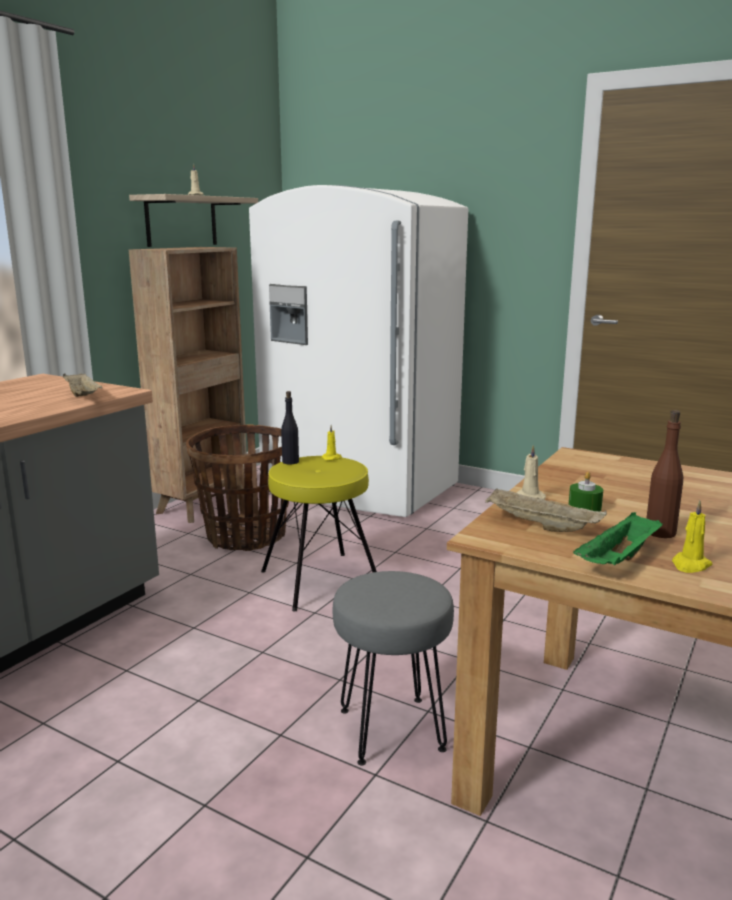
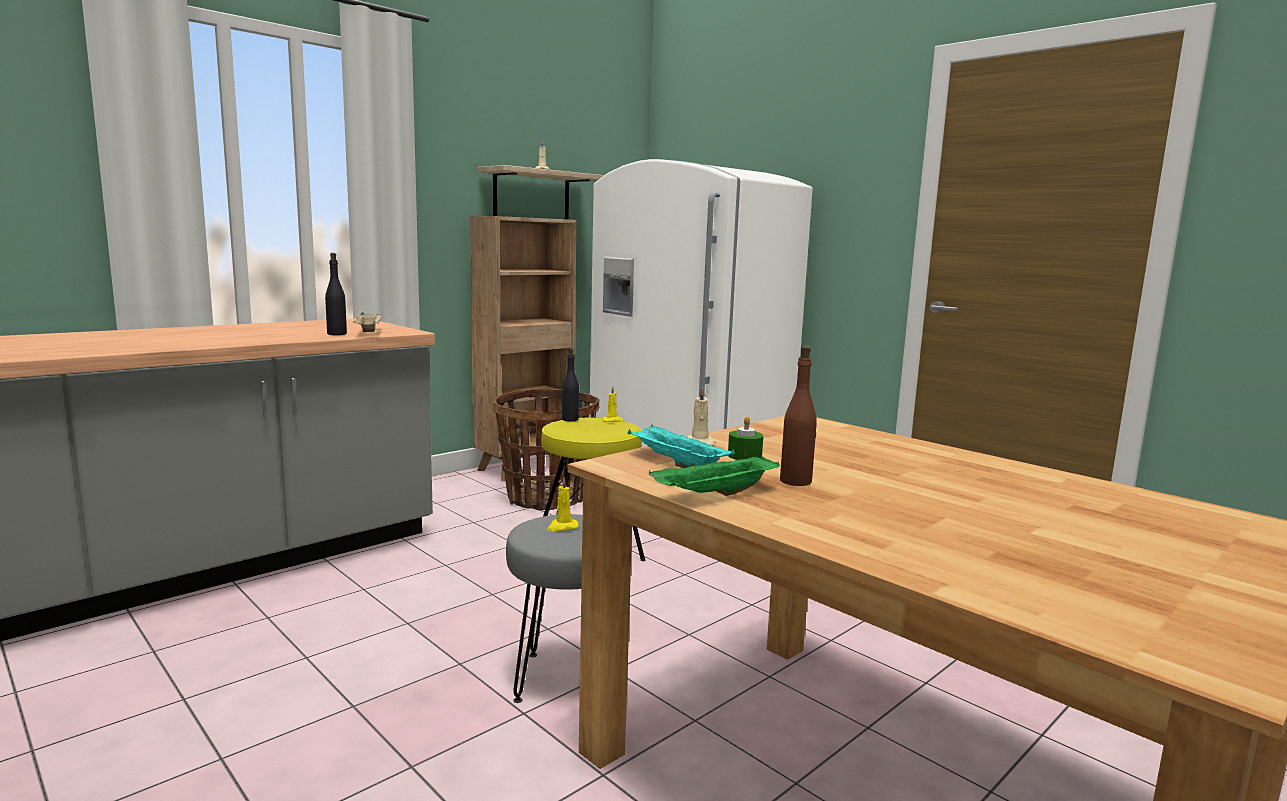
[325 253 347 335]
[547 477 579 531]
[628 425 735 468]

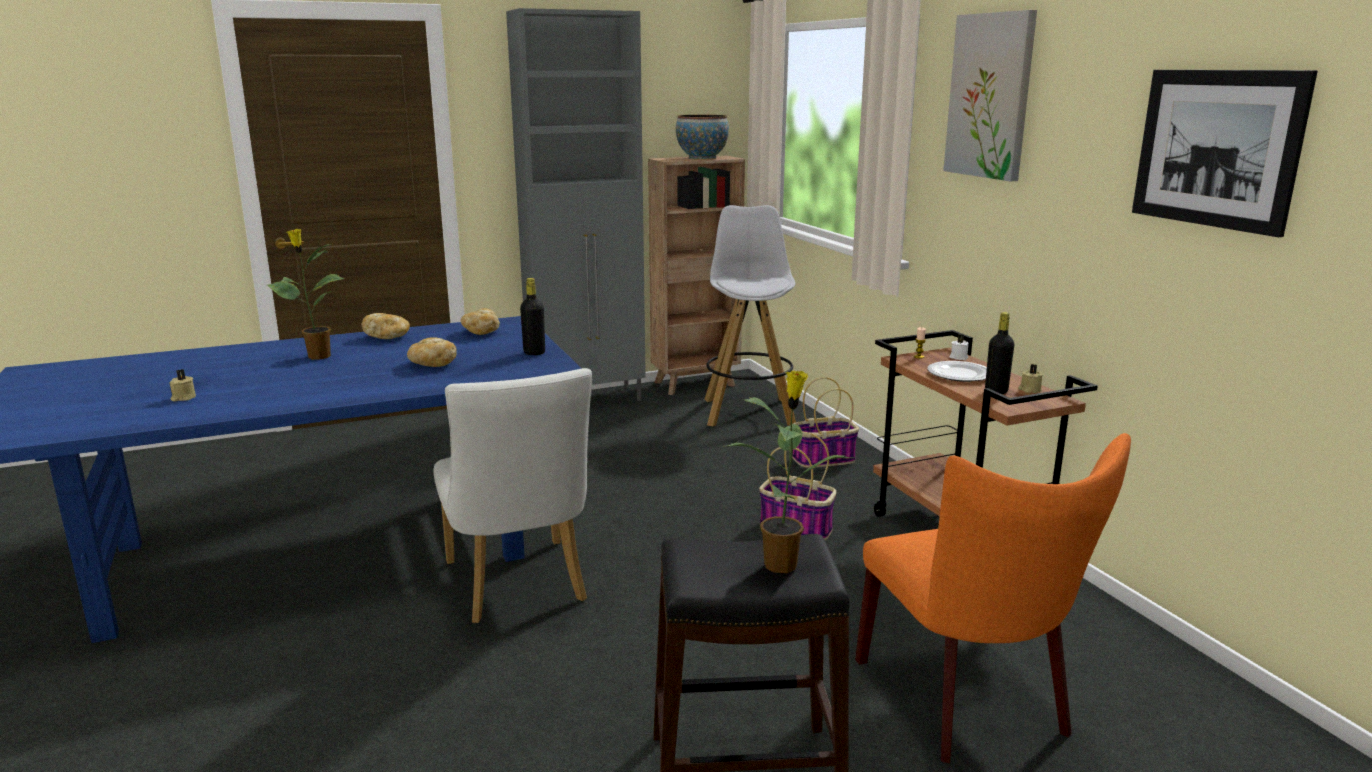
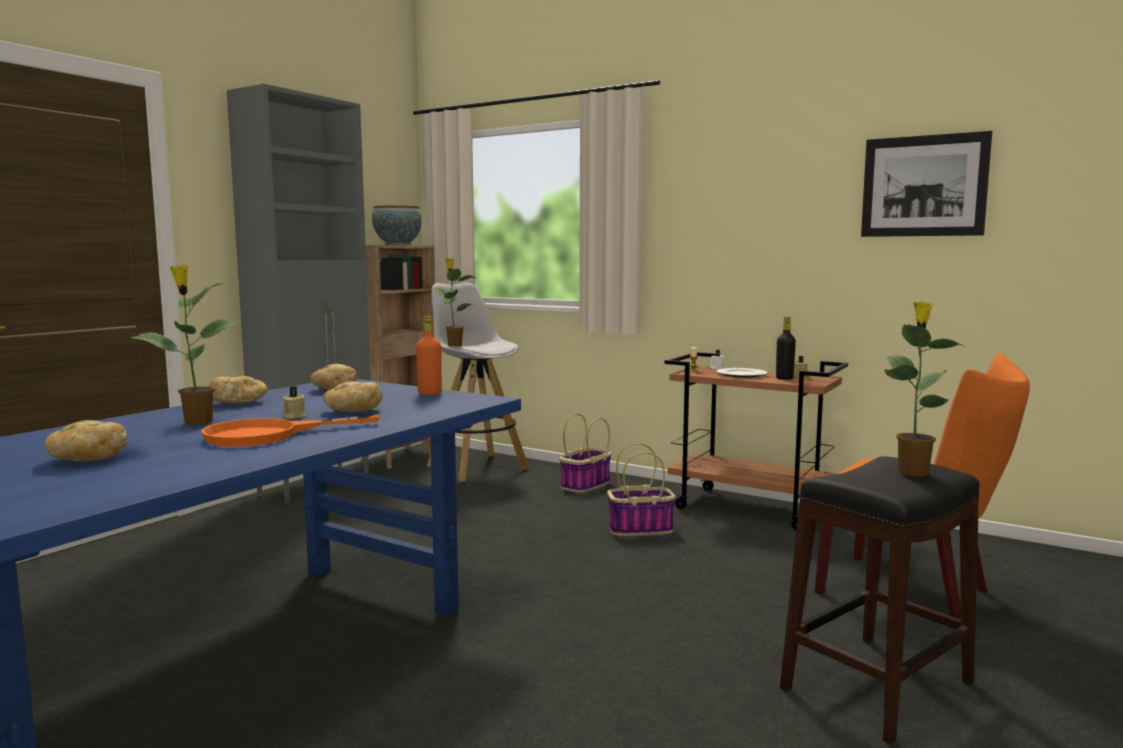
[45 420 127 462]
[201 414 379 447]
[283 386 306 419]
[416 316 442 395]
[431 258 476 347]
[433 368 592 623] (first image)
[943 10 1037 181] (first image)

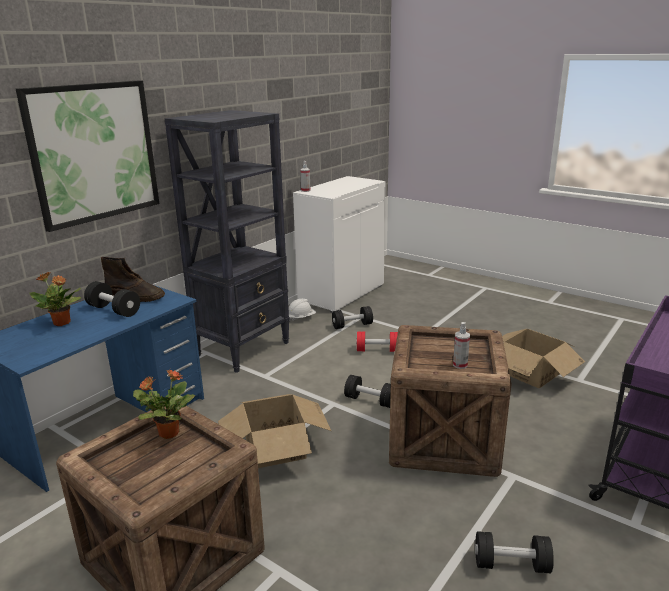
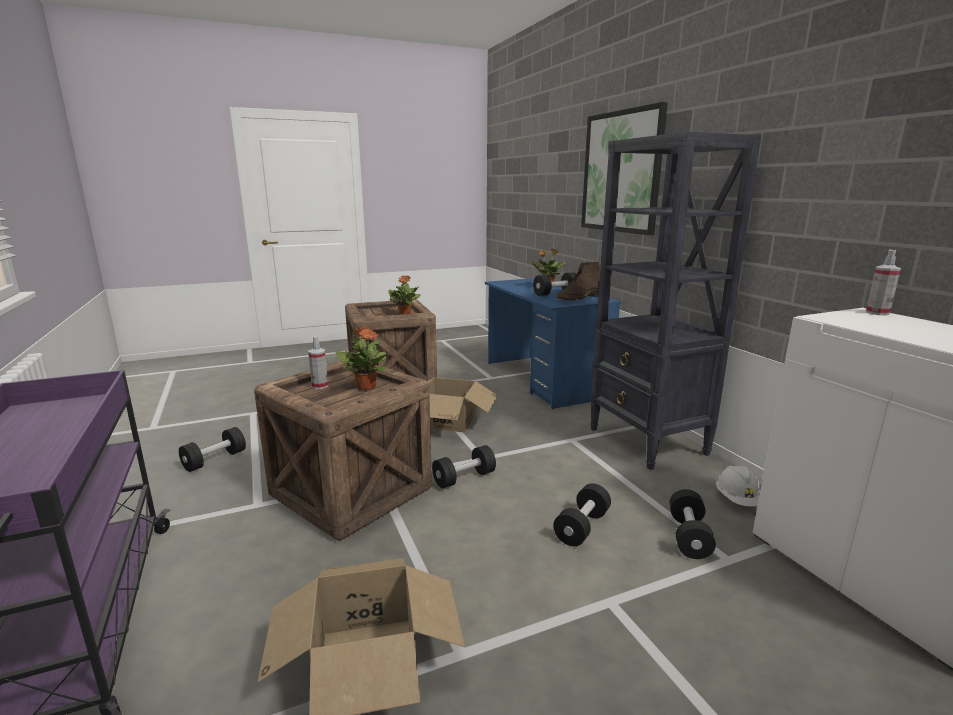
[335 326 387 390]
[553 483 611 546]

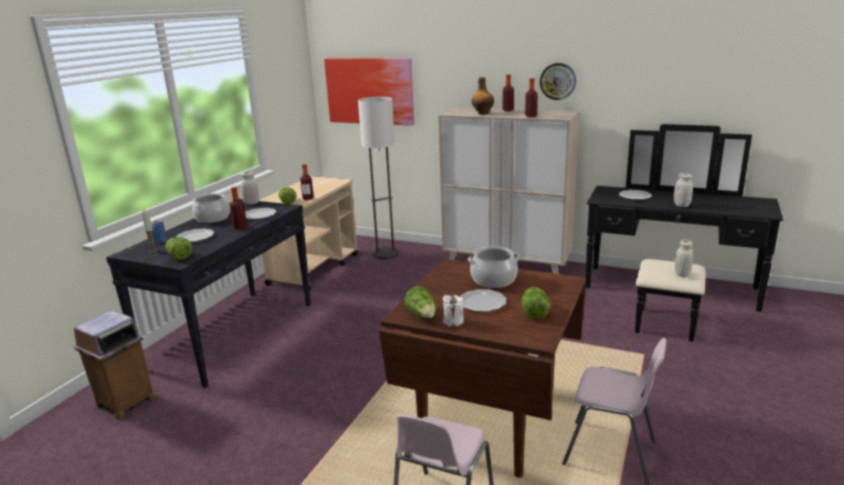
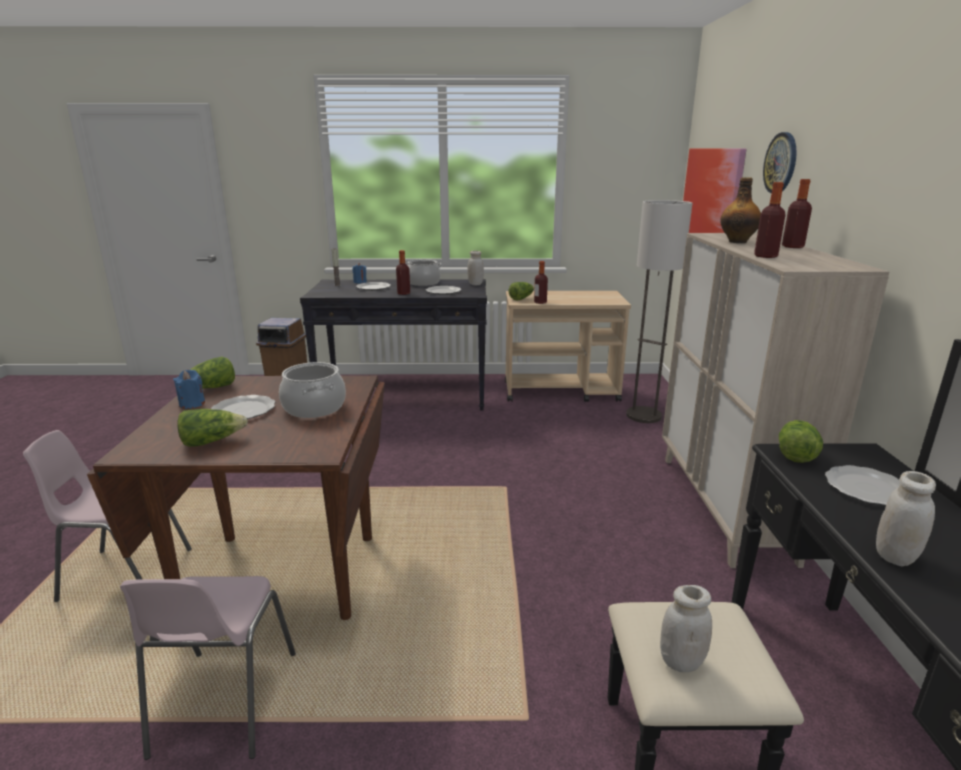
[173 370 205 409]
[763 132 796 193]
[779 420 823 463]

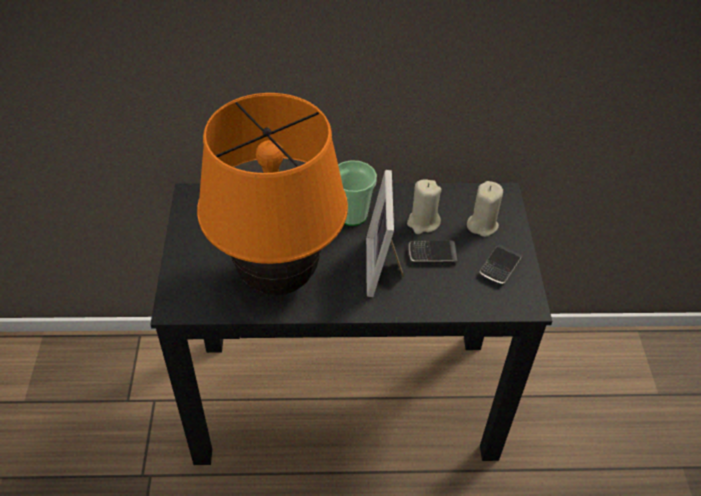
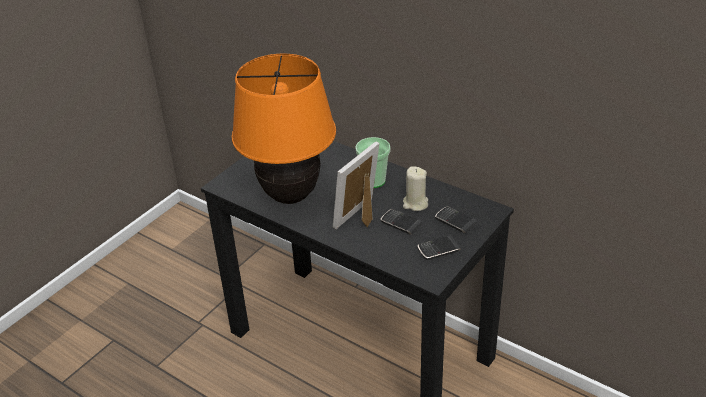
[435 207 477 233]

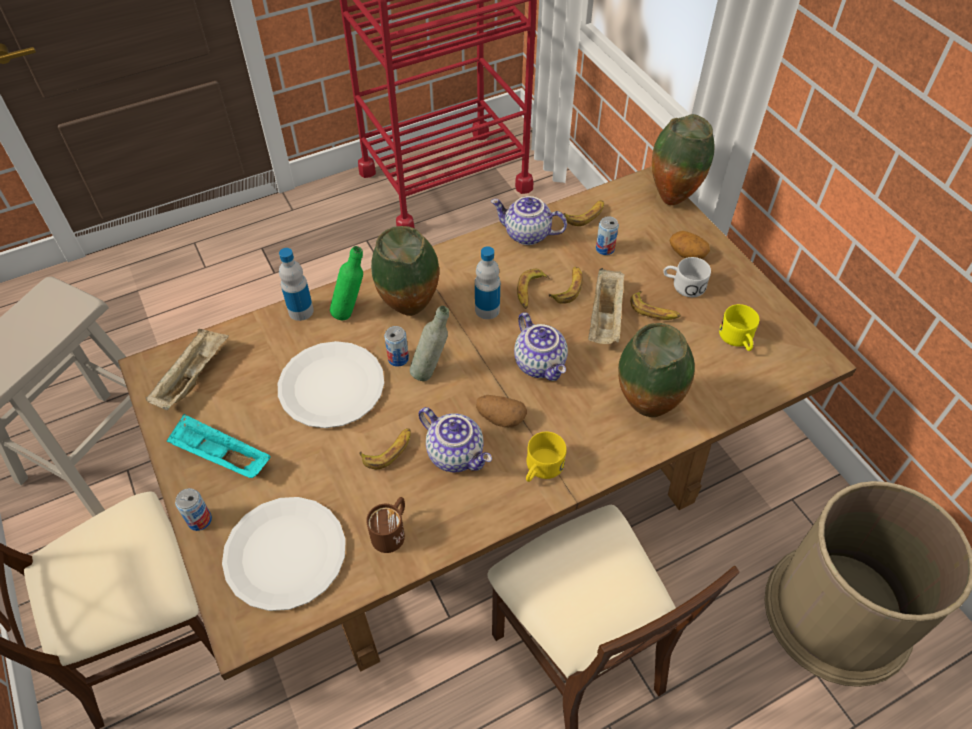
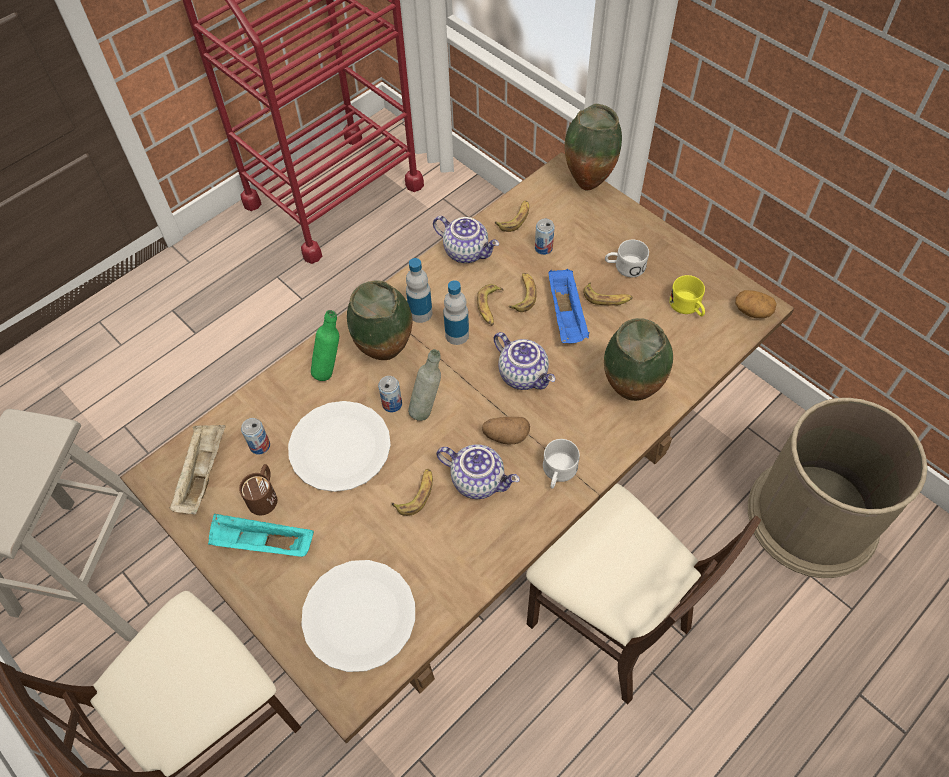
[239 464 277 515]
[241 418 270 455]
[406 258 432 323]
[433 216 499 263]
[543 439 580 489]
[548 269 589 343]
[735 290 777 318]

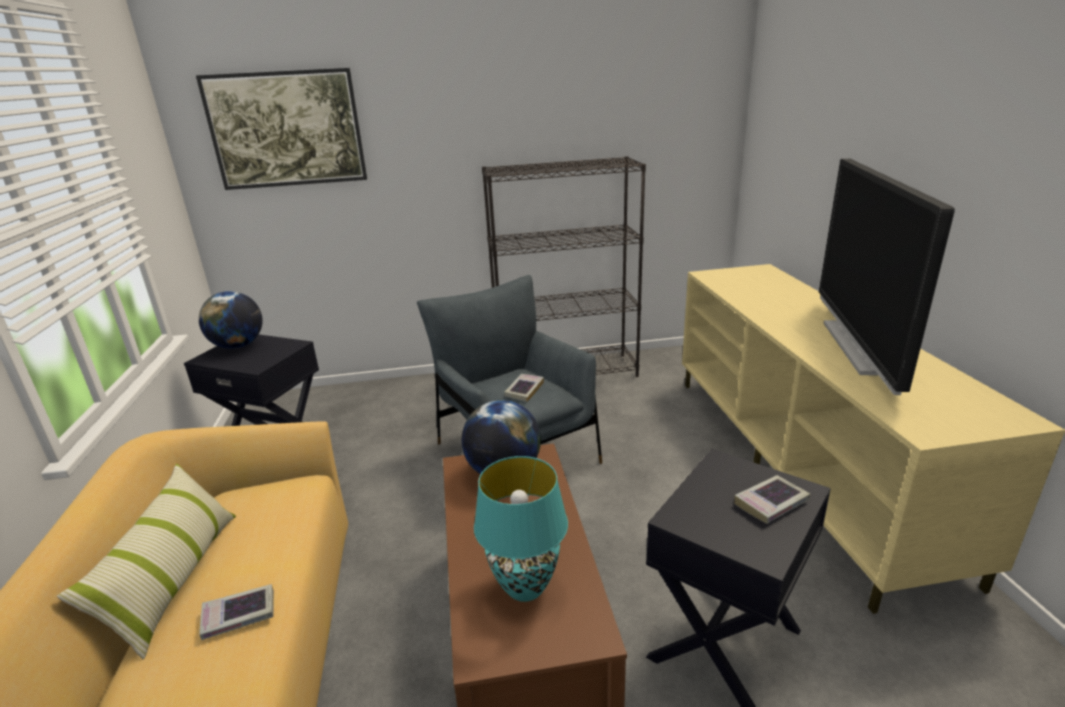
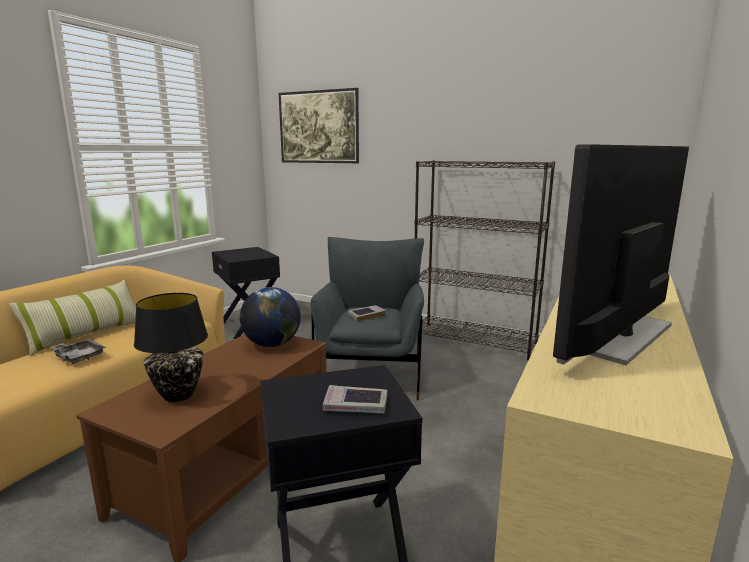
[52 339 107 364]
[134 293 208 402]
[199 291 263 349] (first image)

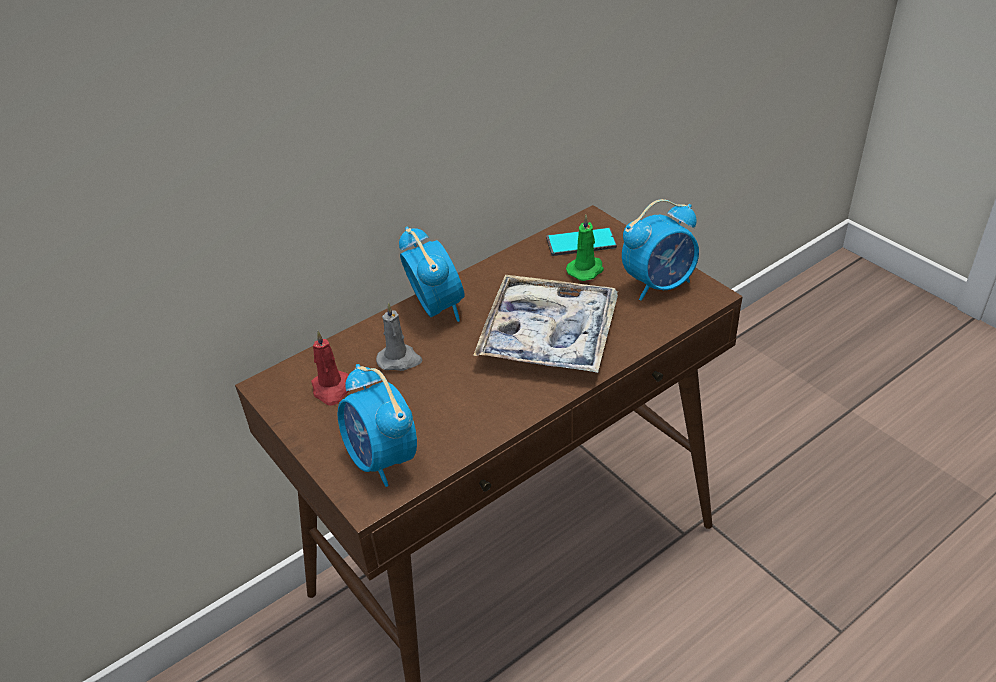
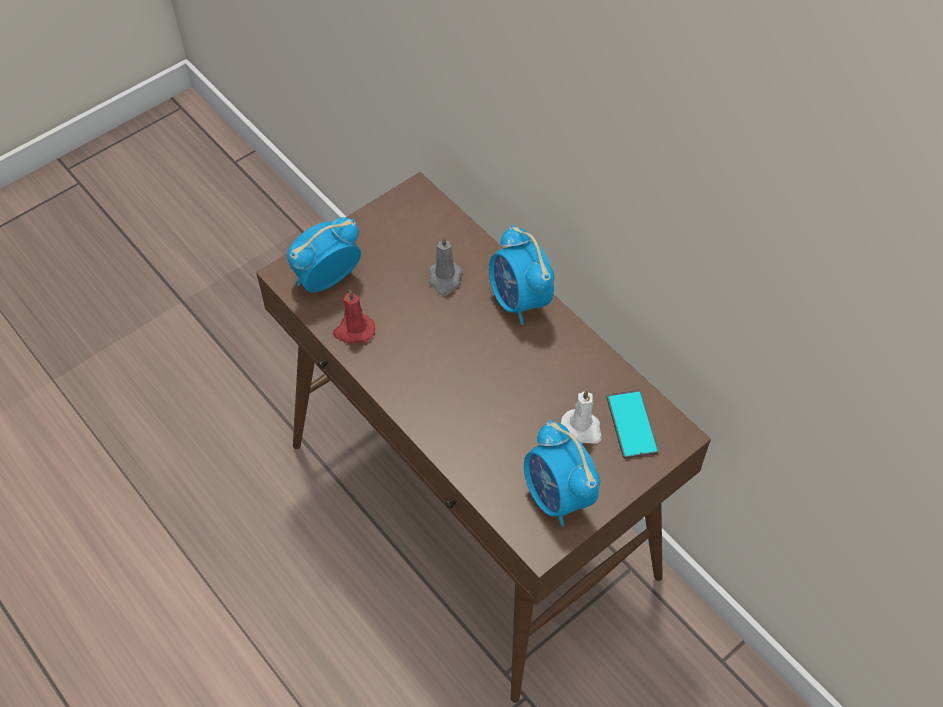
[333 289 375 344]
[489 224 554 325]
[561 389 602 444]
[473 275 618 373] (first image)

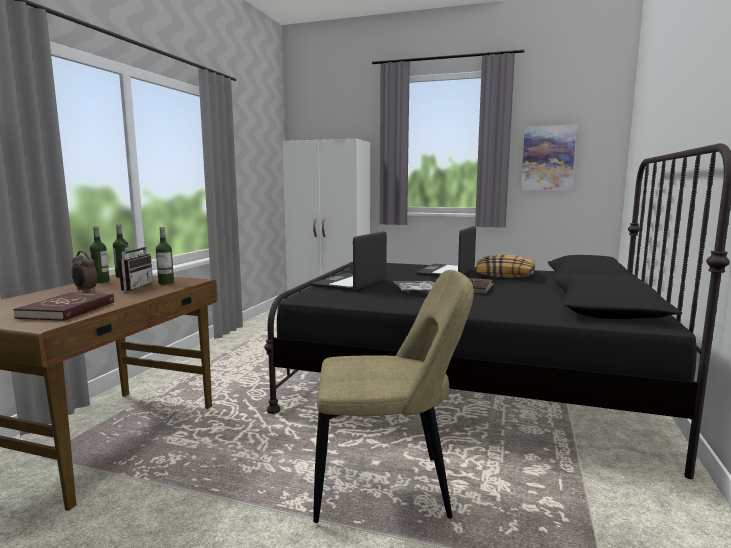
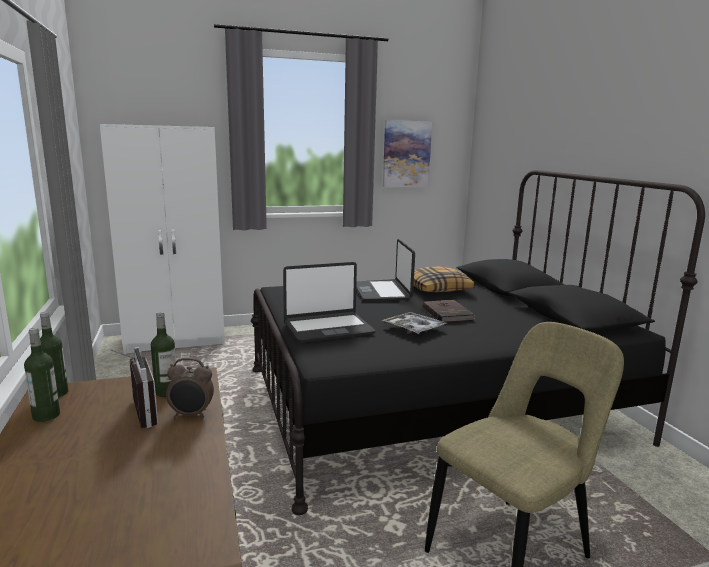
[166 358 214 418]
[283 262 375 343]
[13 292 114 321] (first image)

